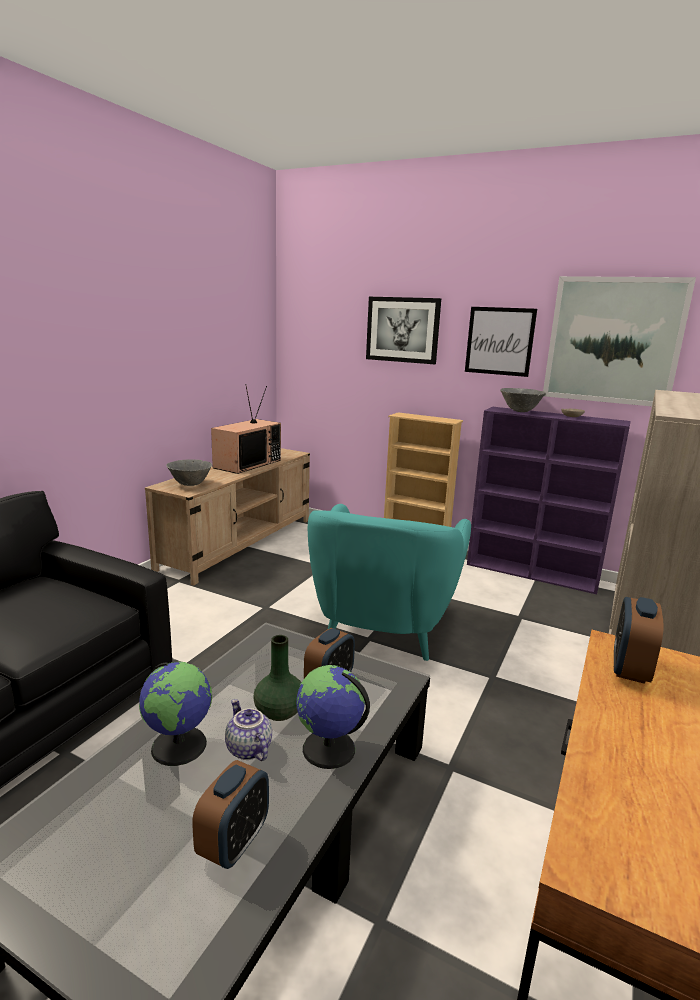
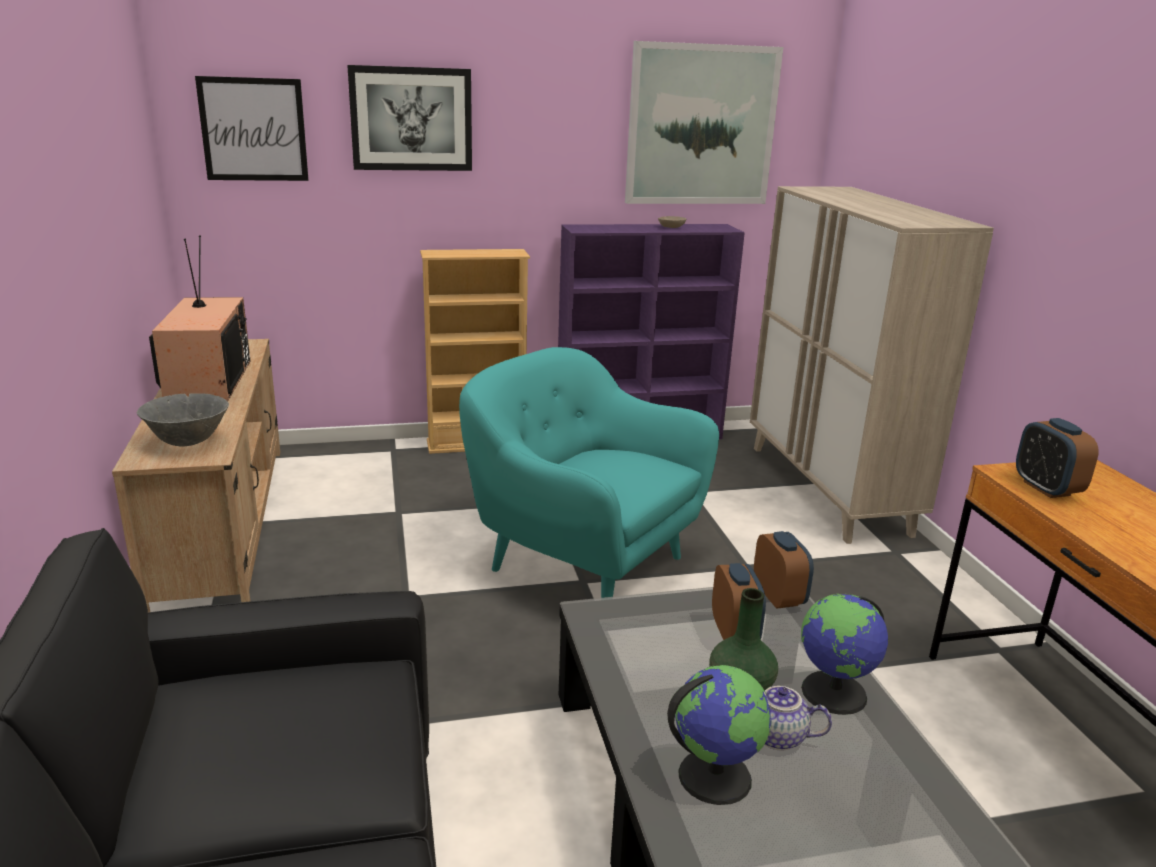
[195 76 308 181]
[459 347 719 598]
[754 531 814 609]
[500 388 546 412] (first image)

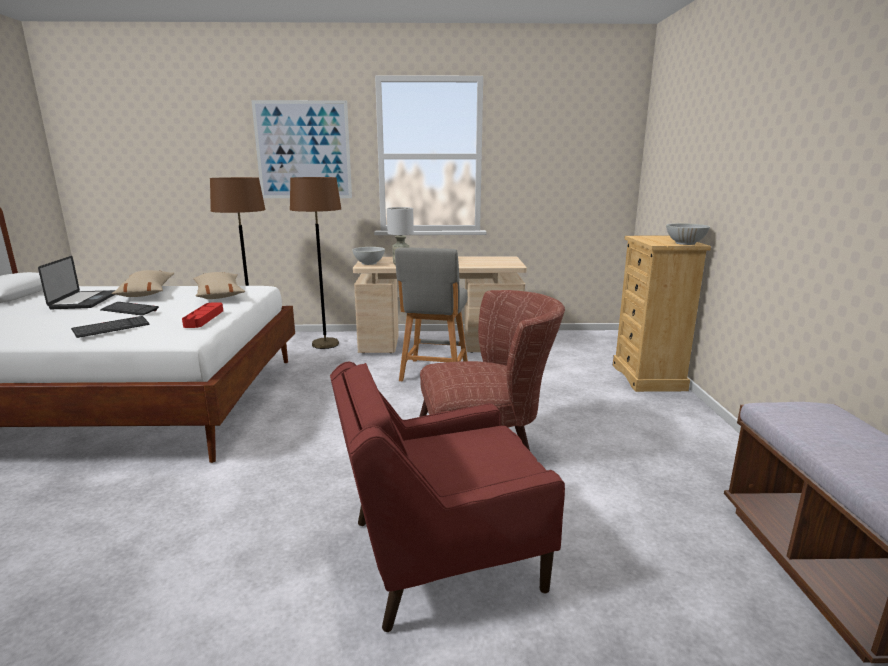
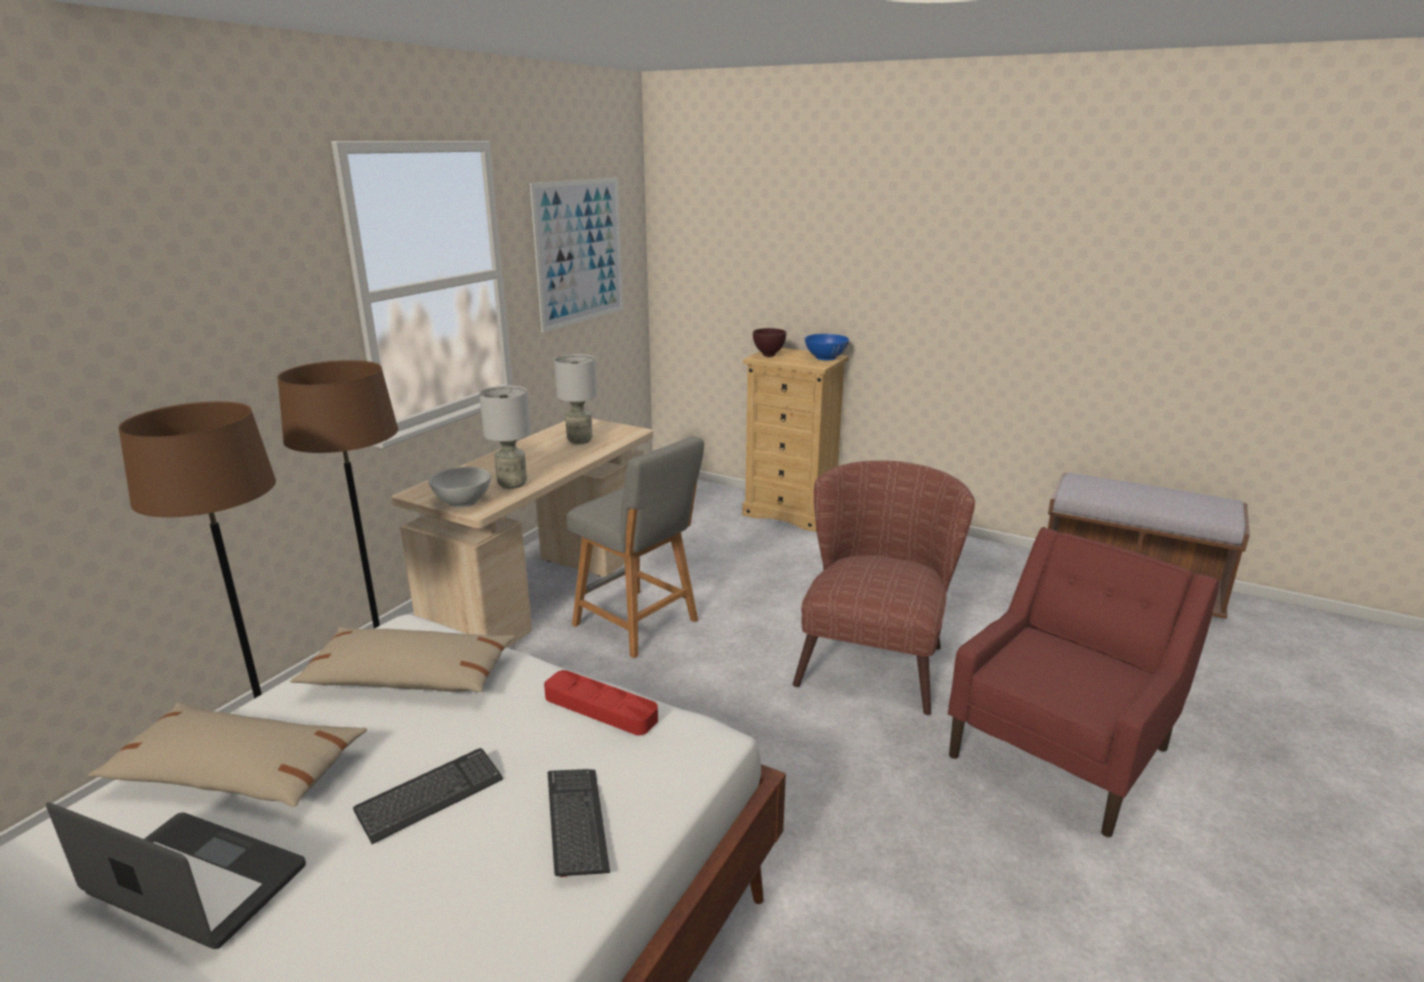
[530 178 623 332]
[554 354 597 444]
[753 328 786 357]
[805 334 849 360]
[948 527 1219 837]

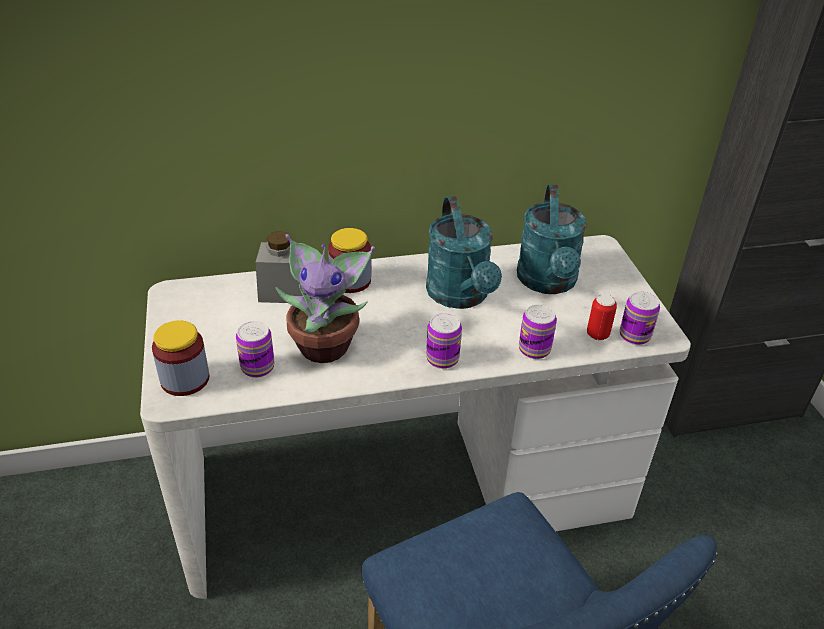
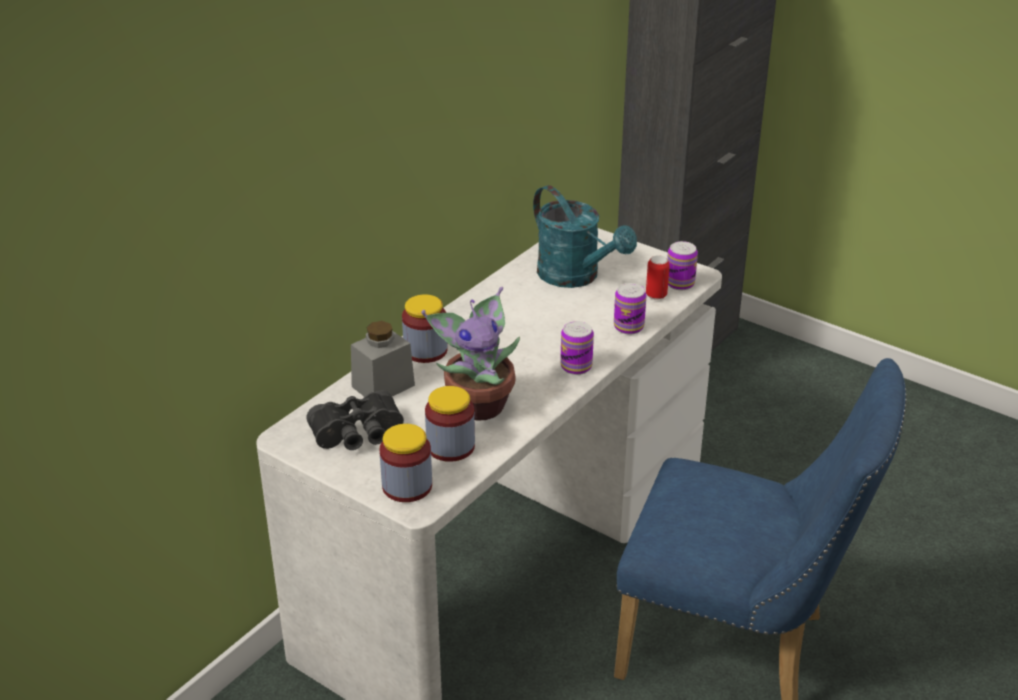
[306 391 404 450]
[425 386 475 462]
[426 196 502 309] (first image)

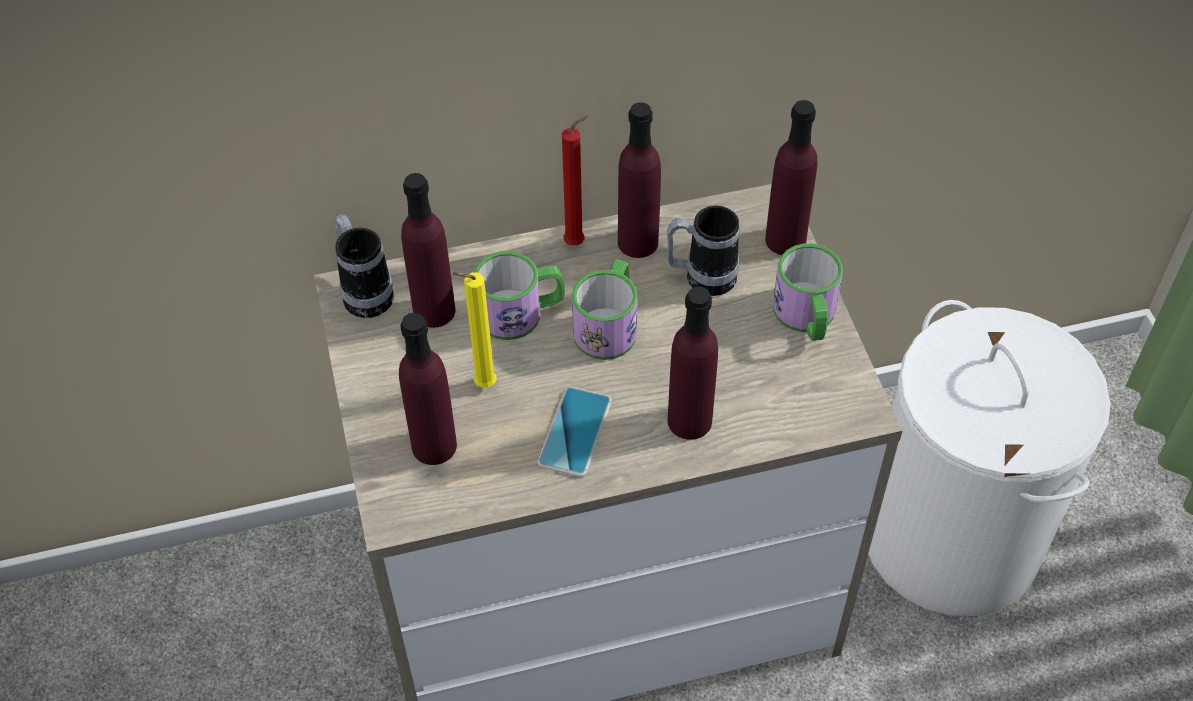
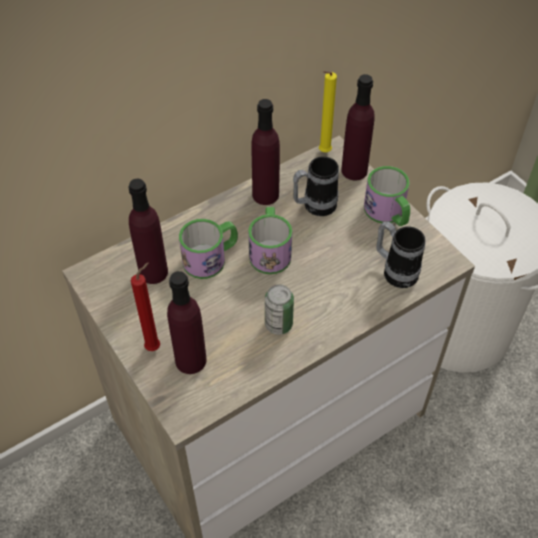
[131 263 160 351]
[265 284 294 335]
[319 71 337 152]
[376 221 426 288]
[668 287 718 440] (first image)

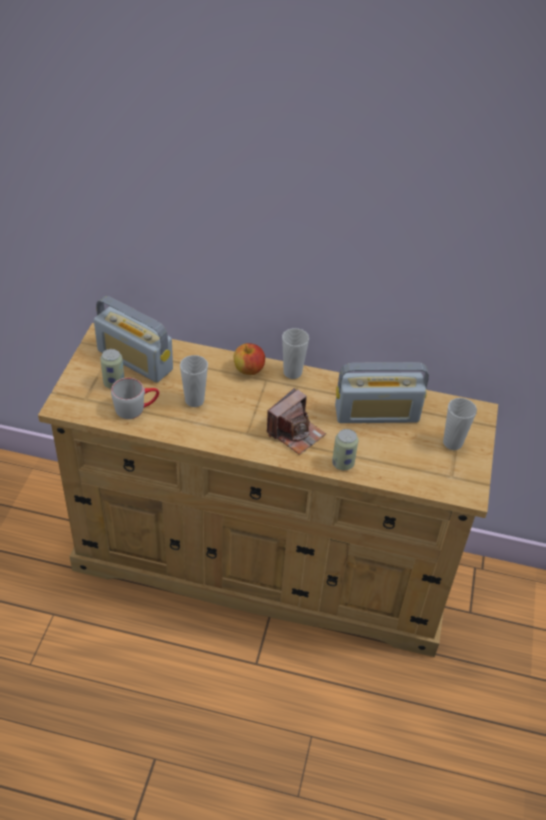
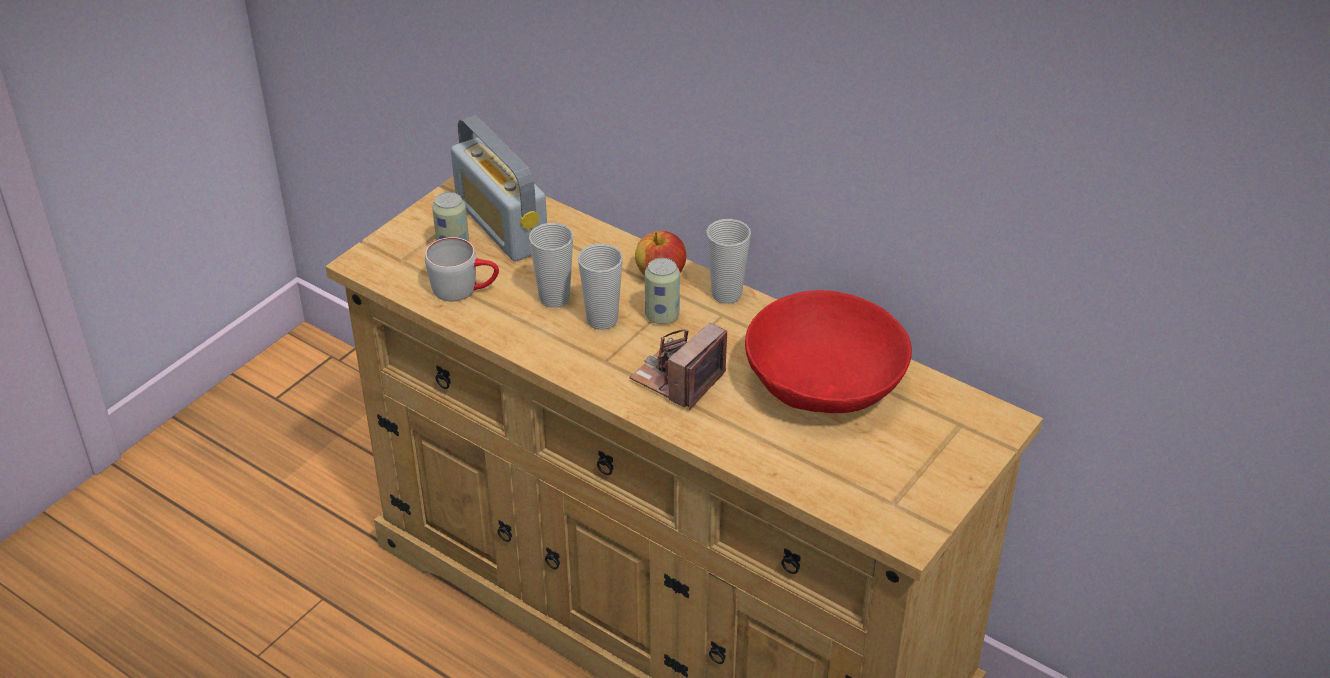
[577 244 623 330]
[629 323 727 409]
[645 258 680 324]
[745 290 912 413]

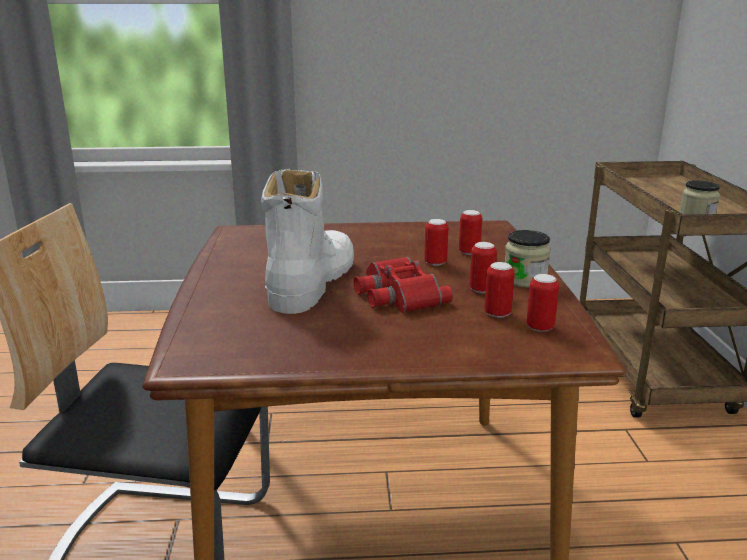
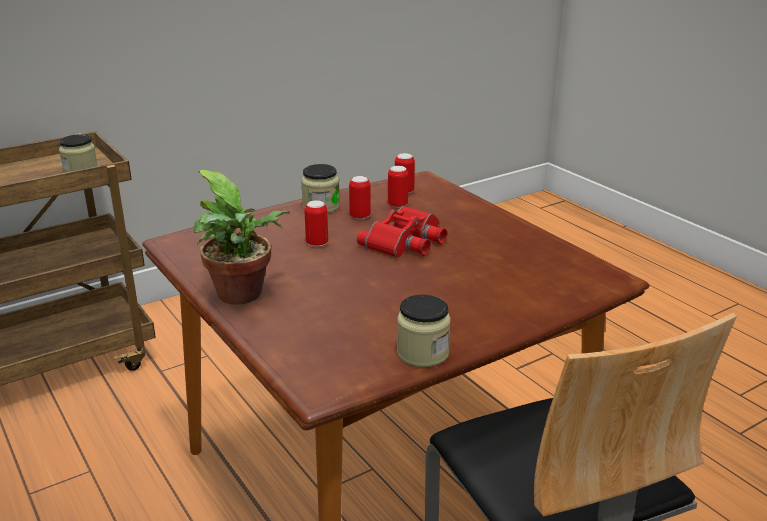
[193 170 290 305]
[397 295 451 367]
[261 169 354 314] (first image)
[459 210 482 255] (first image)

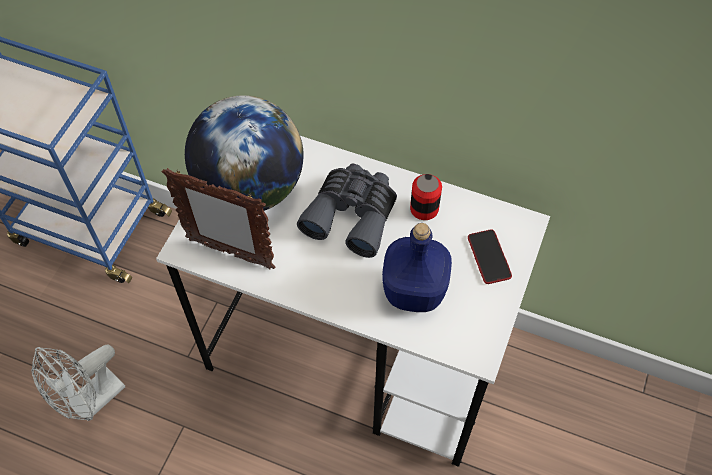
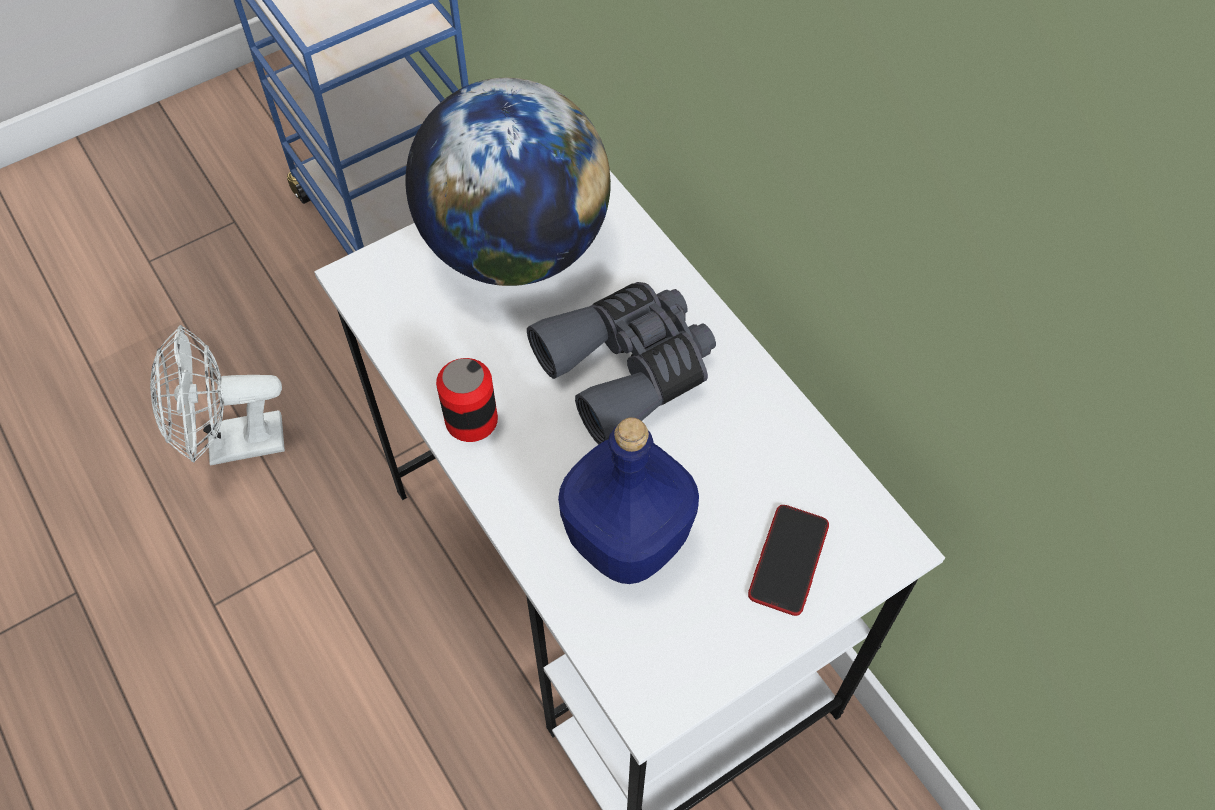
[436 358 498 442]
[162 168 276 269] (first image)

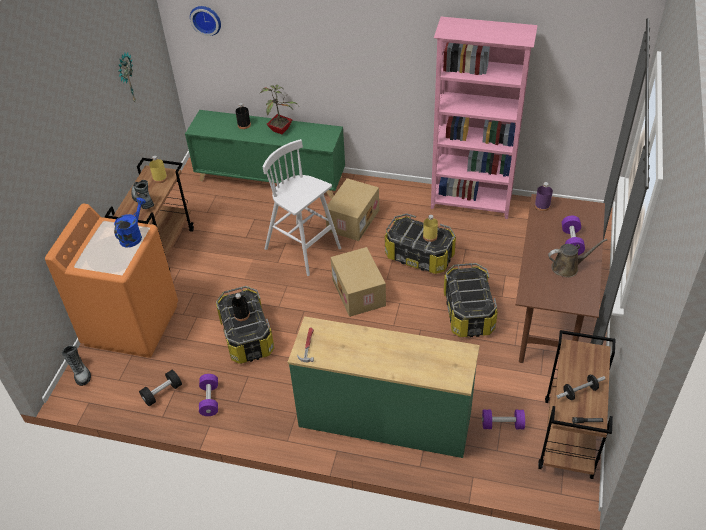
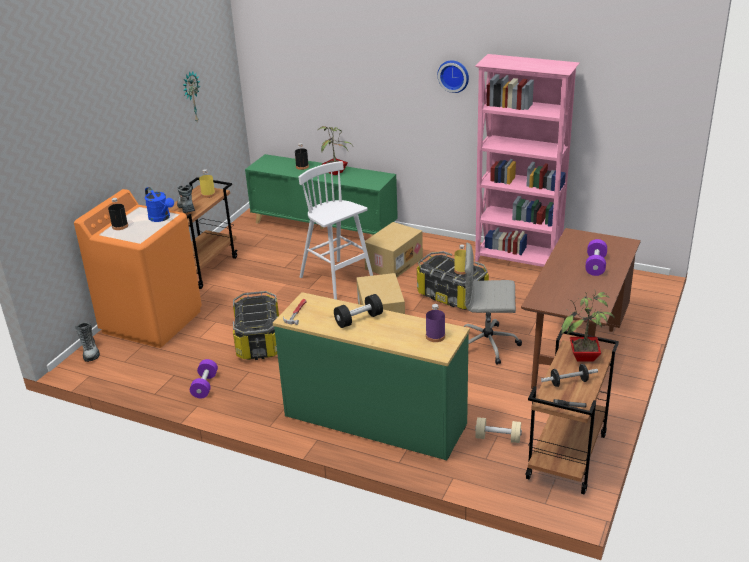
[108 198 128 230]
[145 187 174 222]
[334 294 383 328]
[426 304 445 342]
[437 61 469 93]
[463 243 522 365]
[475 417 522 443]
[561 289 615 362]
[548 239 607 278] (first image)

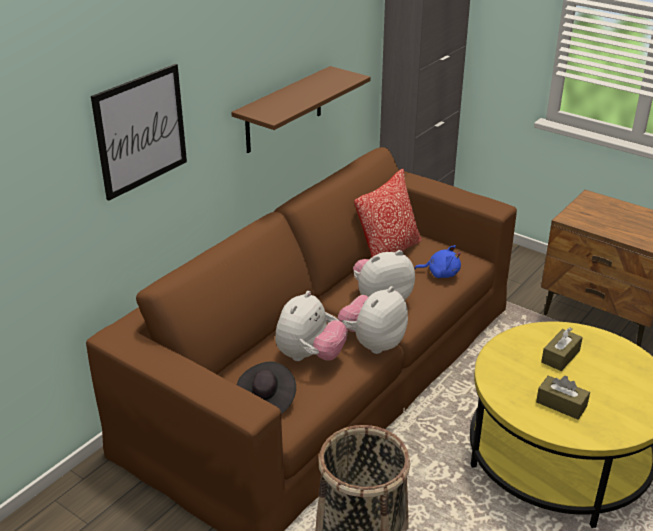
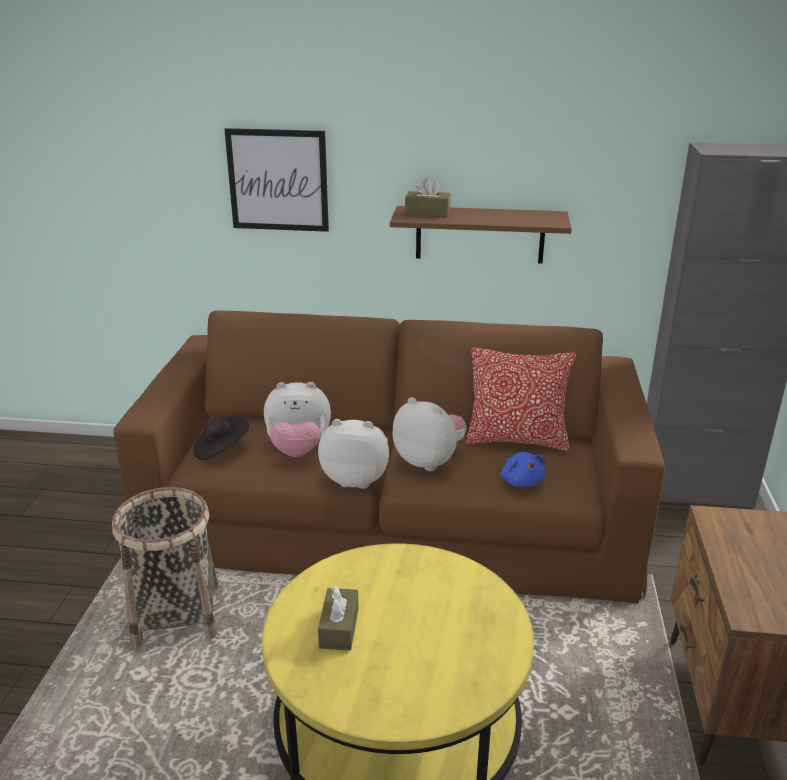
[405 177 450 217]

